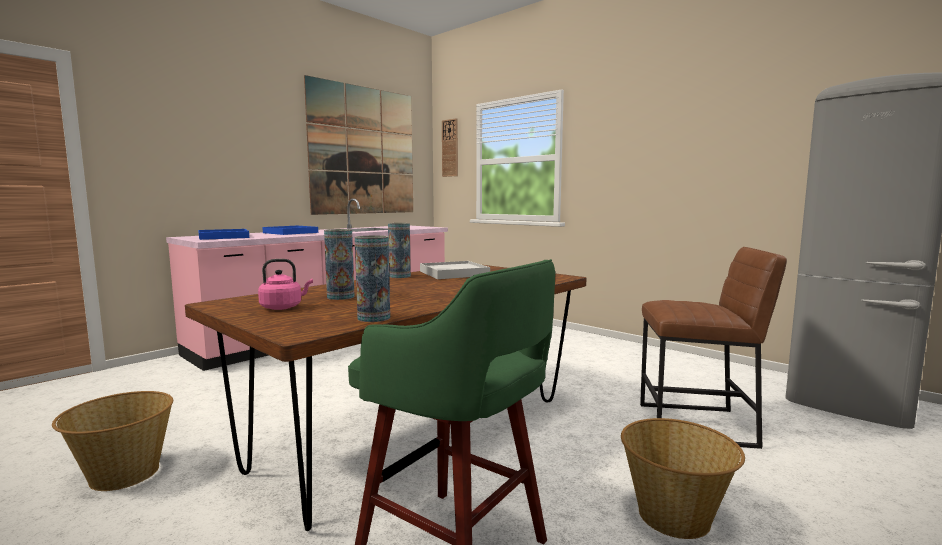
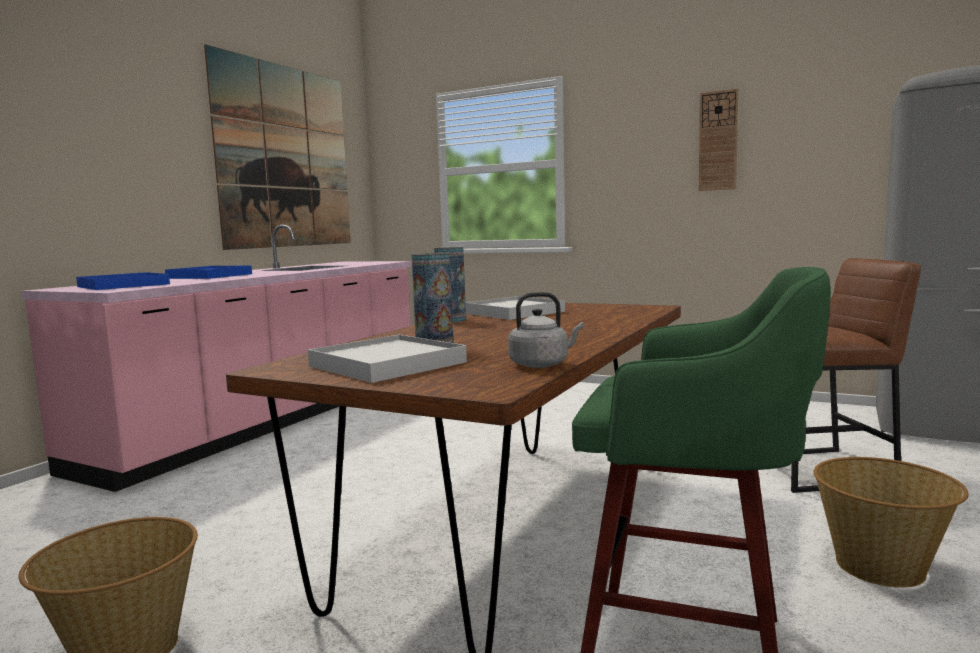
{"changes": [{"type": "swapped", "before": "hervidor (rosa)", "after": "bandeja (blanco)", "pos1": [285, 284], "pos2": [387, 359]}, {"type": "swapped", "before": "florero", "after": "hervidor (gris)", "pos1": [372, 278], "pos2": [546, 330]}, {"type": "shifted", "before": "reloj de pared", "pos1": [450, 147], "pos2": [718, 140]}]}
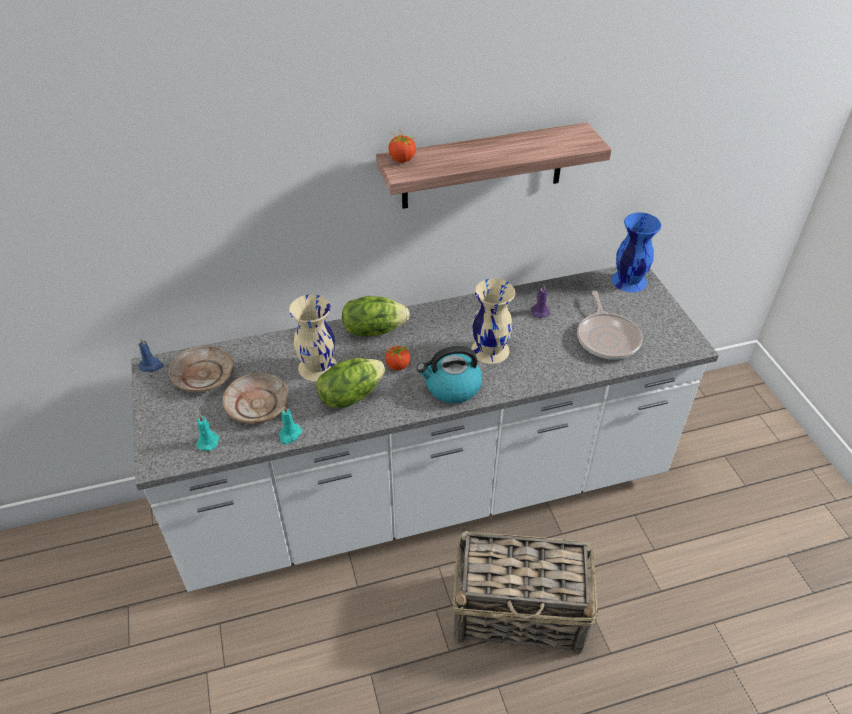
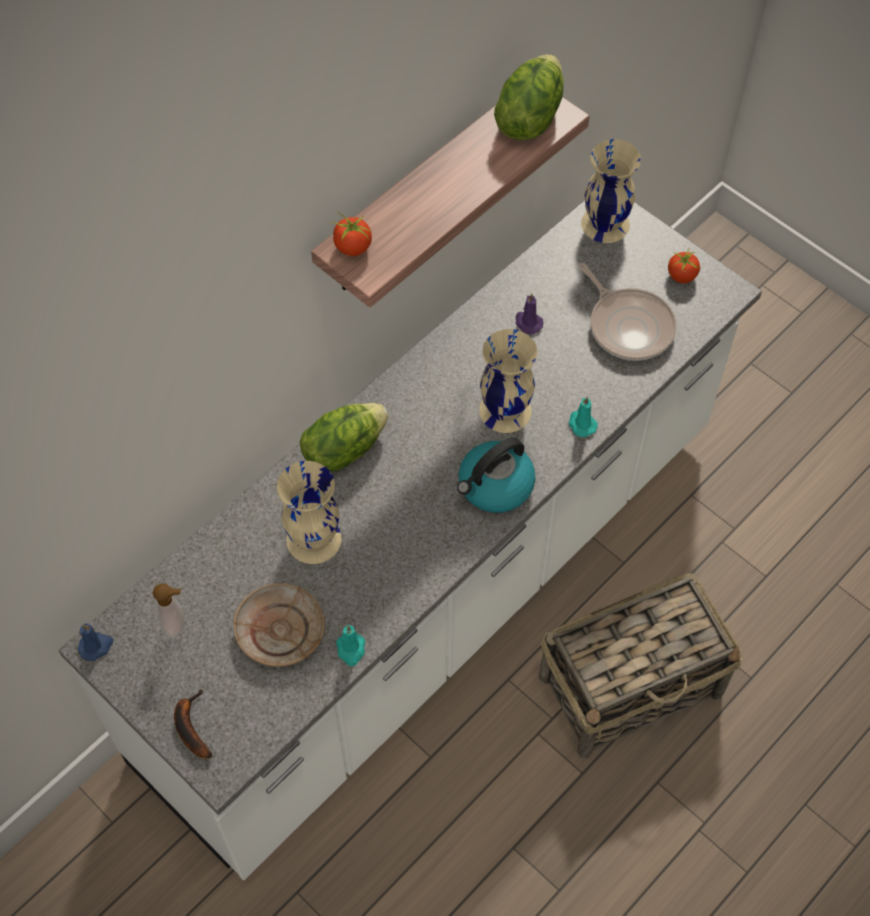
{"changes": [{"type": "swapped", "before": "plato (beis)", "after": "dispensador de jabón", "pos1": [201, 369], "pos2": [169, 611]}, {"type": "shifted", "before": "vela (turquesa)", "pos1": [207, 433], "pos2": [583, 417]}, {"type": "shifted", "before": "lechuga", "pos1": [350, 383], "pos2": [528, 97]}, {"type": "shifted", "before": "tomate", "pos1": [397, 357], "pos2": [684, 266]}, {"type": "repainted", "before": "florero (azul)", "after": "florero (beis)", "pos1": [636, 252], "pos2": [611, 191]}, {"type": "new", "after": "plátano", "pos2": [193, 724]}]}
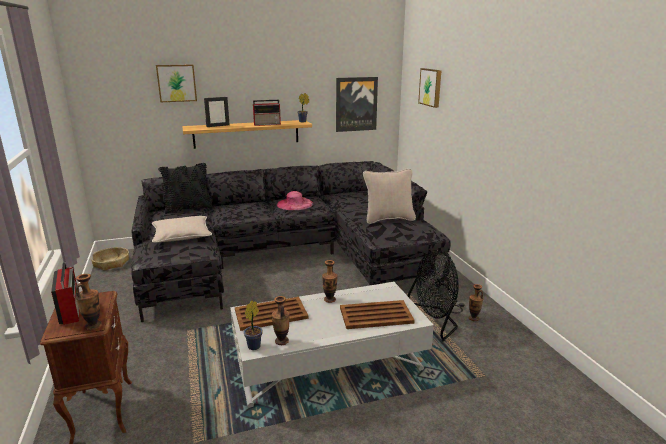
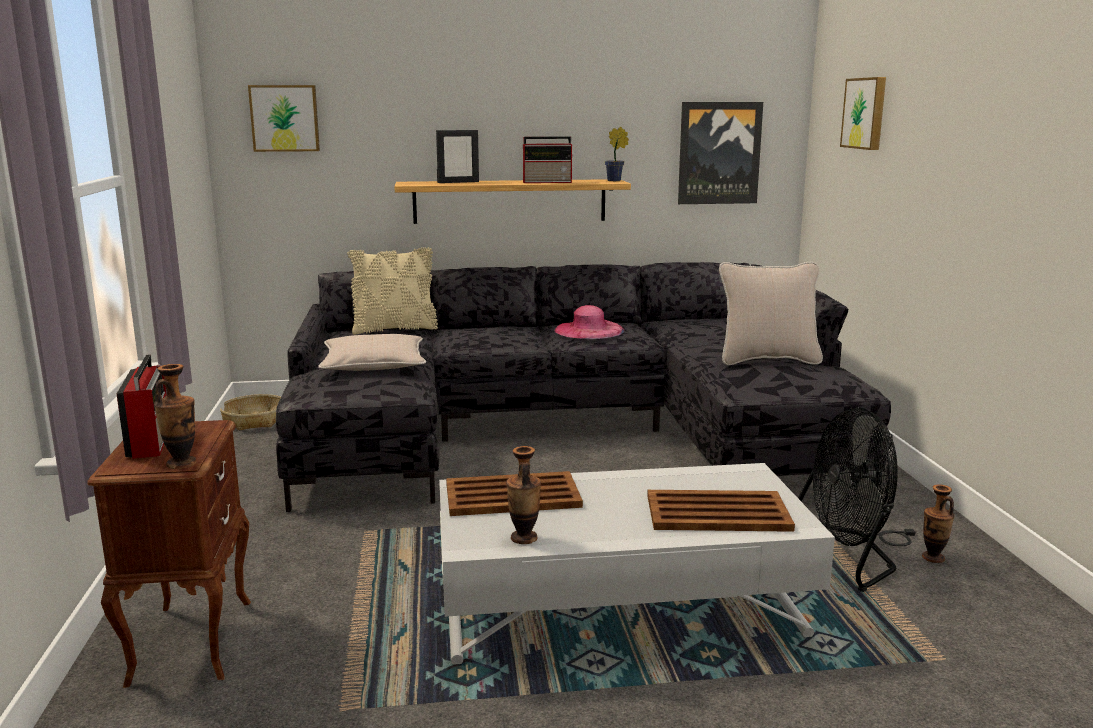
{"changes": [{"type": "shifted", "before": "cuadro", "pos1": [176, 83], "pos2": [284, 118]}, {"type": "repainted", "before": "cojín (negro)", "after": "cojín (beis)", "pos1": [185, 188], "pos2": [392, 291]}, {"type": "gone", "before": "planta en maceta", "pos1": [253, 325]}, {"type": "gone", "before": "florero", "pos1": [330, 281]}]}
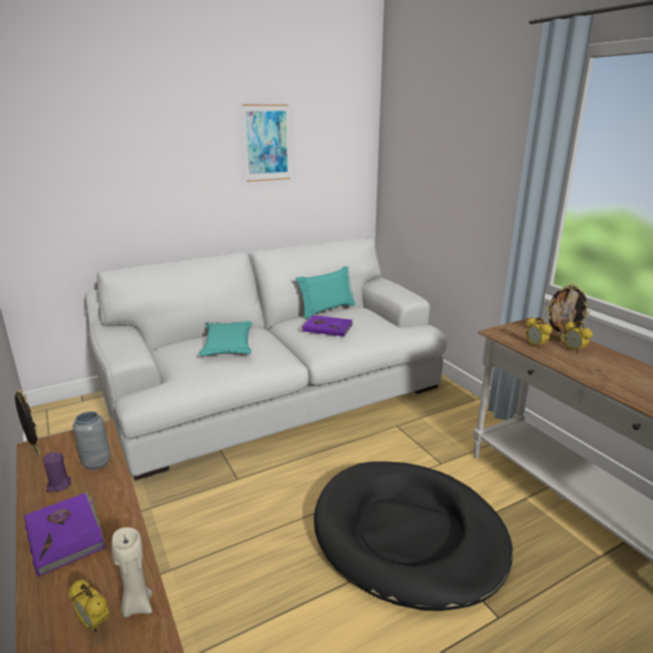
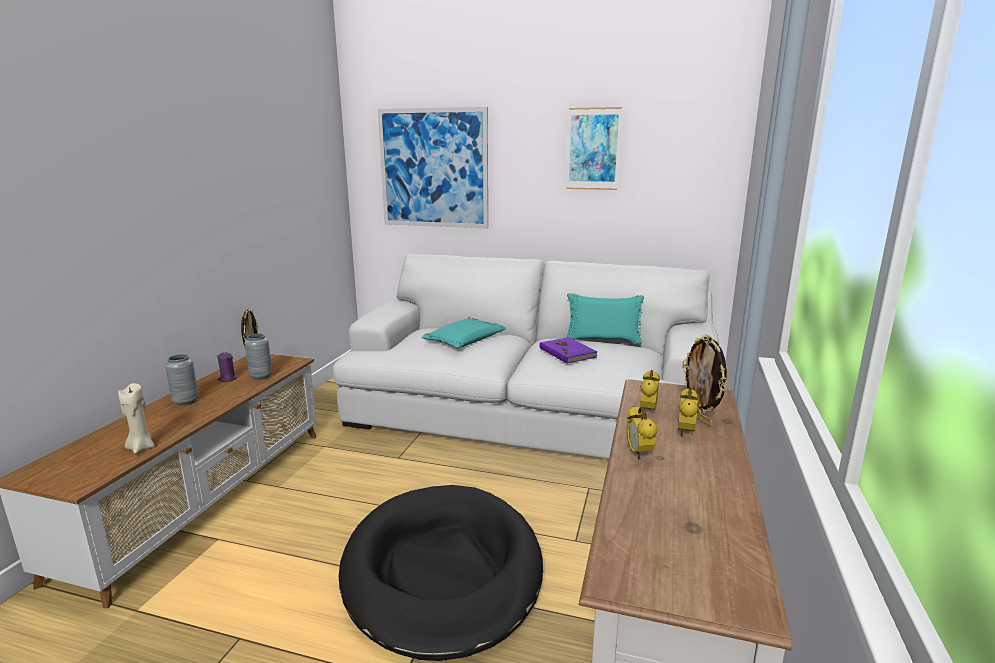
{"changes": [{"type": "swapped", "before": "libro (morado)", "after": "florero (gris)", "pos1": [65, 534], "pos2": [182, 380]}, {"type": "shifted", "before": "despertador", "pos1": [89, 606], "pos2": [641, 432]}, {"type": "new", "after": "cuadro", "pos2": [433, 168]}]}
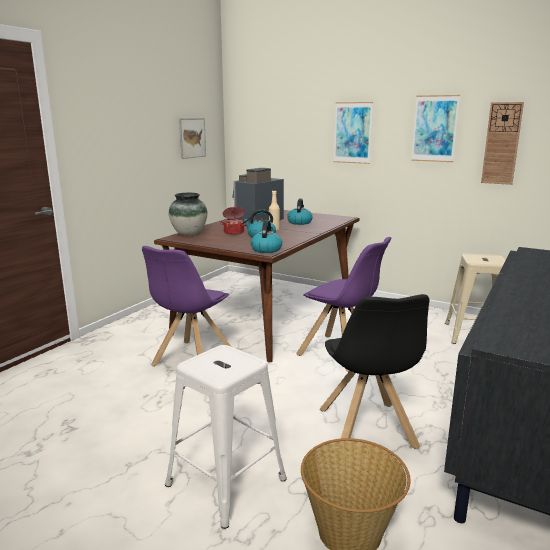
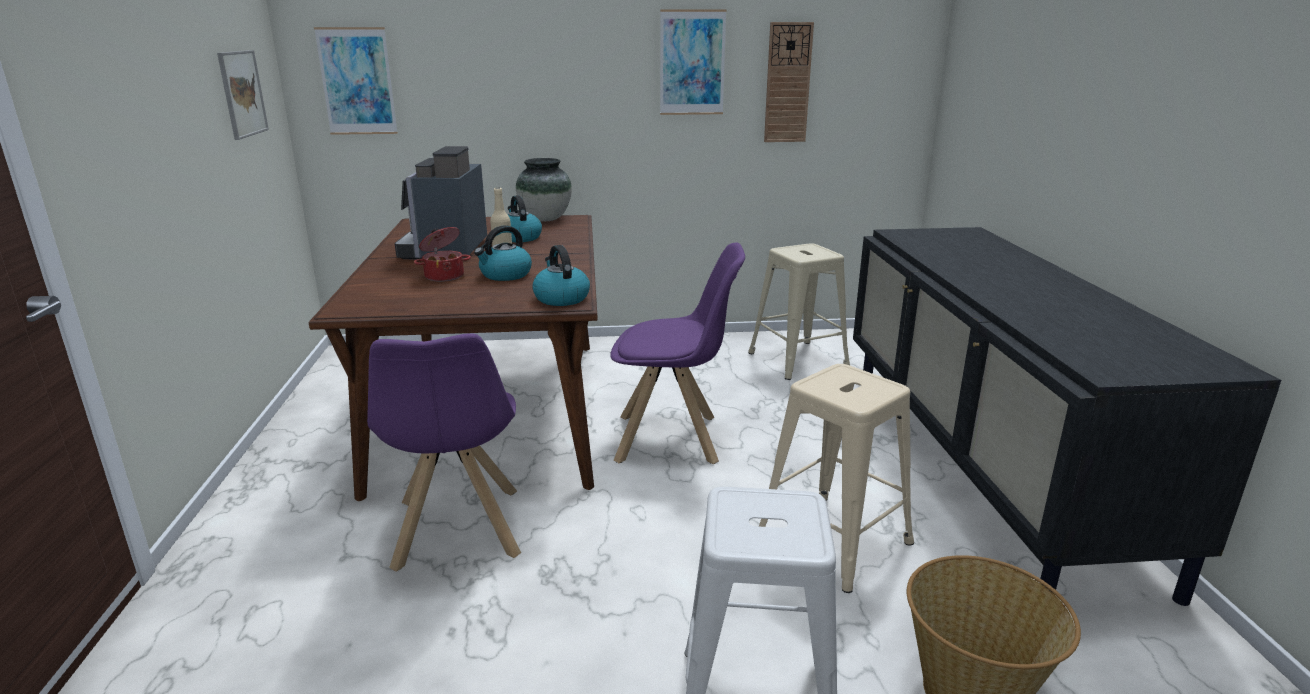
{"changes": [{"type": "shifted", "before": "florero", "pos1": [188, 214], "pos2": [544, 189]}, {"type": "swapped", "before": "silla (negro)", "after": "taburete (beis)", "pos1": [374, 371], "pos2": [836, 478]}, {"type": "shifted", "before": "cuadro", "pos1": [353, 133], "pos2": [356, 81]}]}
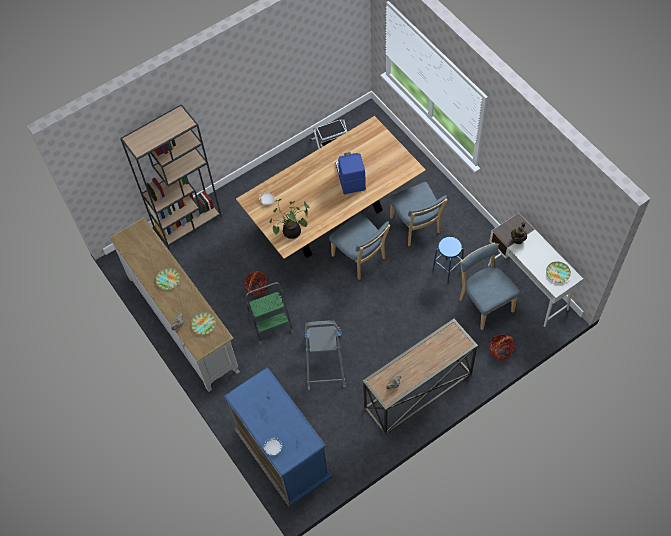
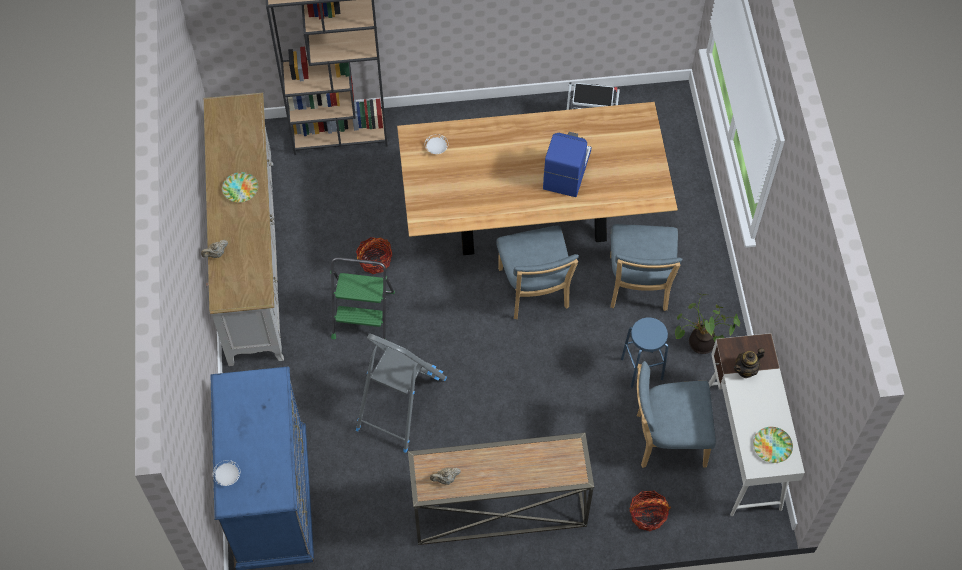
{"changes": [{"type": "gone", "before": "plato", "pos1": [203, 323]}, {"type": "shifted", "before": "planta en maceta", "pos1": [290, 219], "pos2": [707, 324]}, {"type": "rotated", "before": "silla (azul)", "pos1": [489, 286], "pos2": [676, 414], "turn": -90}]}
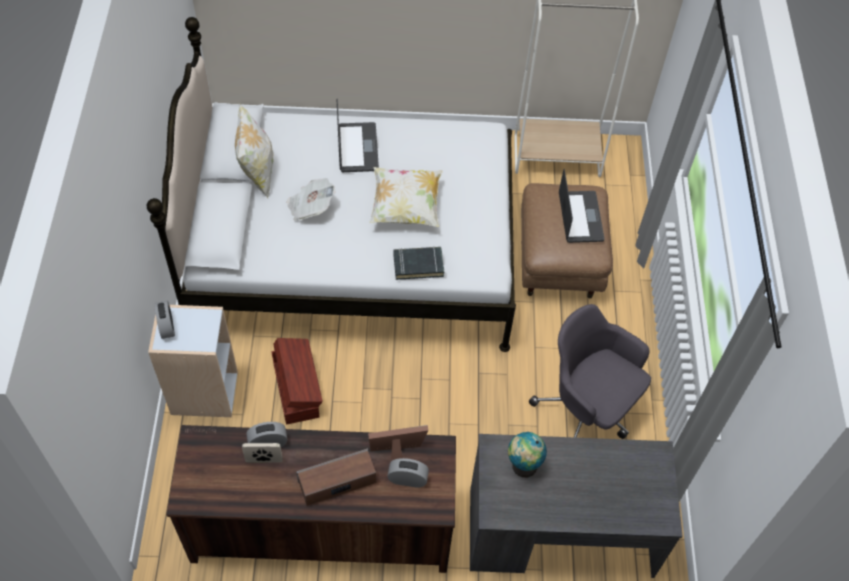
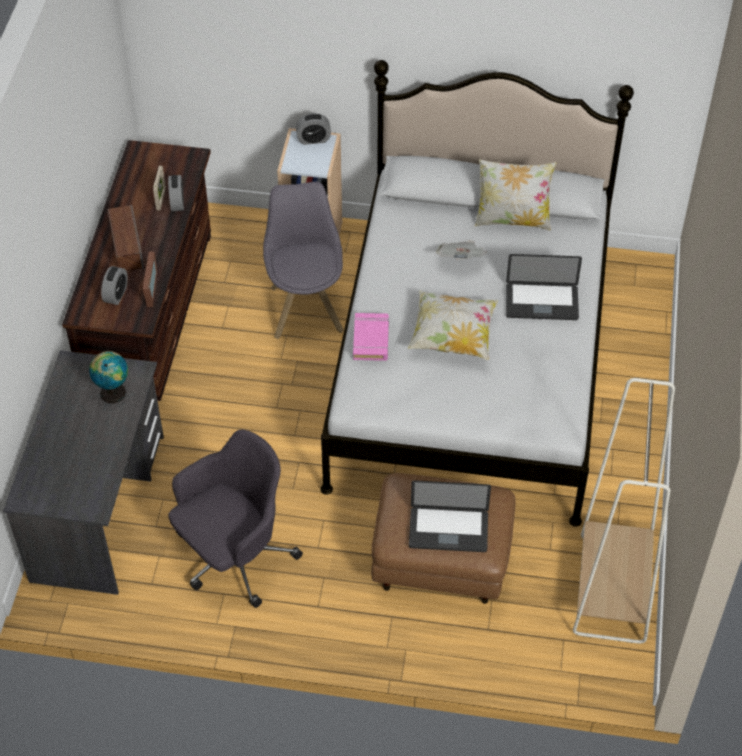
{"changes": [{"type": "swapped", "before": "caja de almacenaje (marrón)", "after": "silla (gris)", "pos1": [297, 381], "pos2": [303, 260]}, {"type": "repainted", "before": "libro (negro)", "after": "libro (rosa)", "pos1": [418, 263], "pos2": [371, 337]}]}
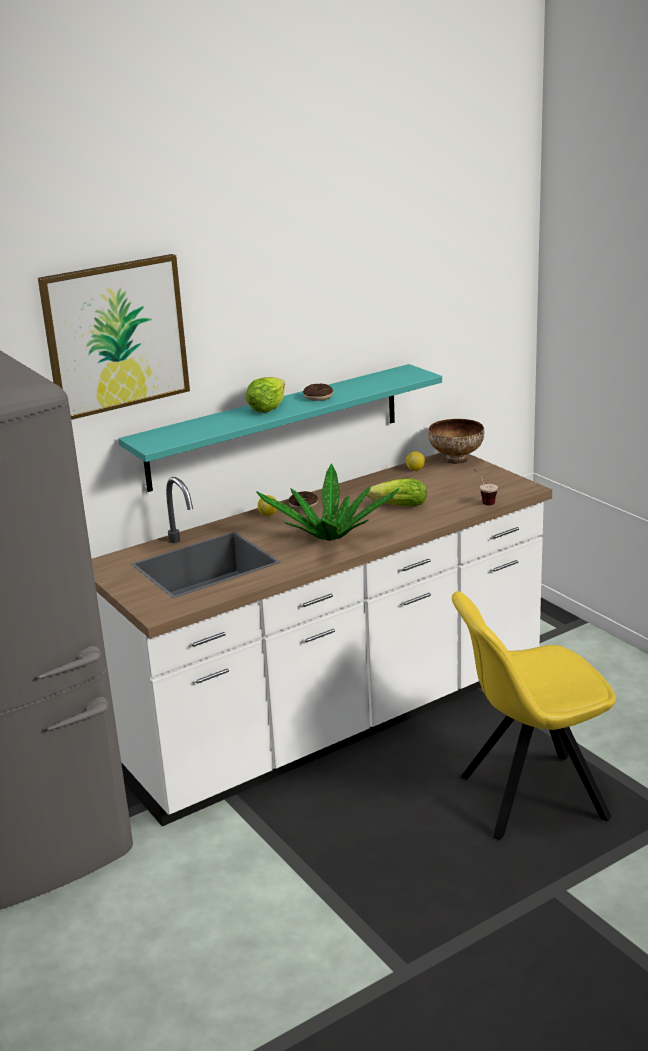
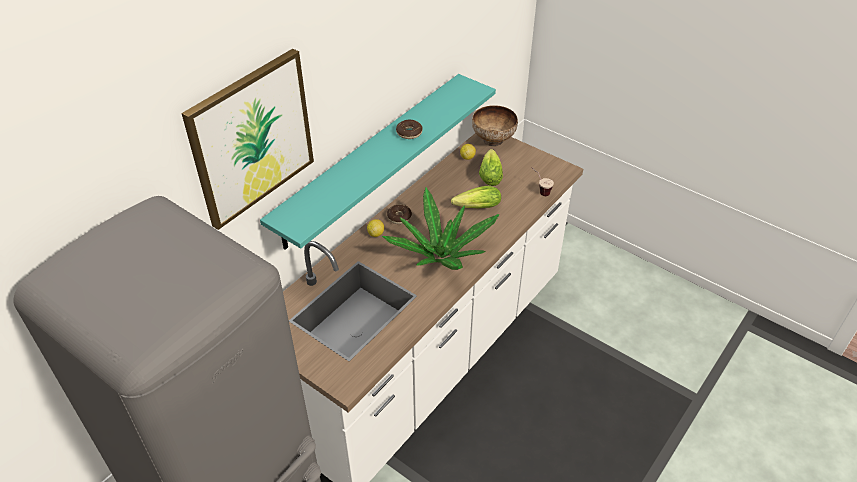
{"changes": [{"type": "shifted", "before": "lechuga", "pos1": [265, 395], "pos2": [491, 167]}, {"type": "gone", "before": "silla (amarillo)", "pos1": [534, 715]}]}
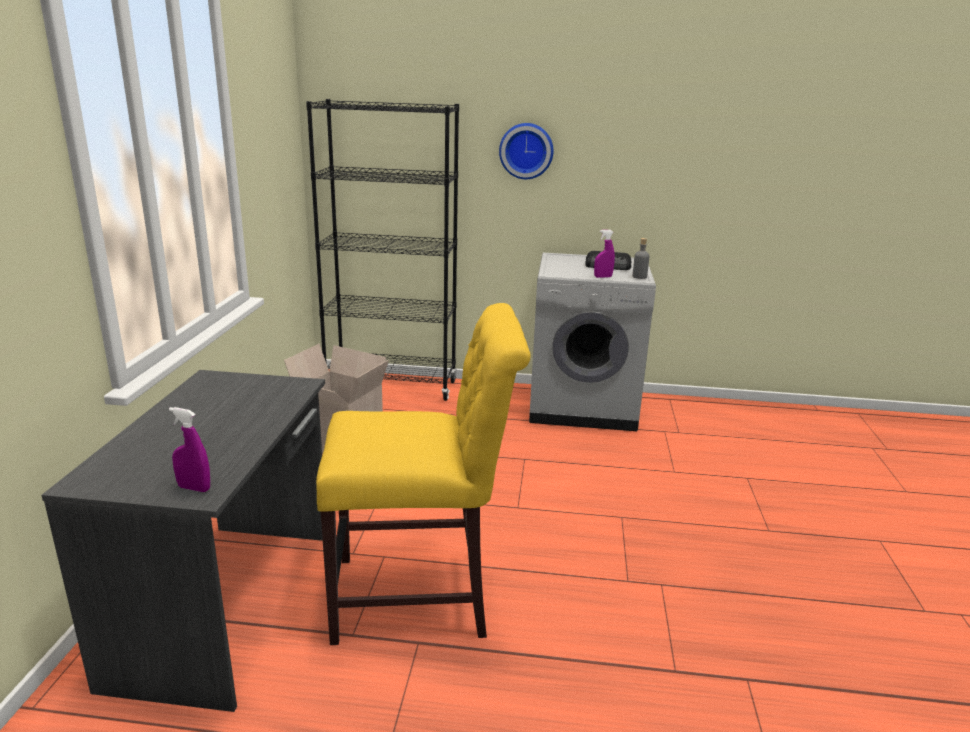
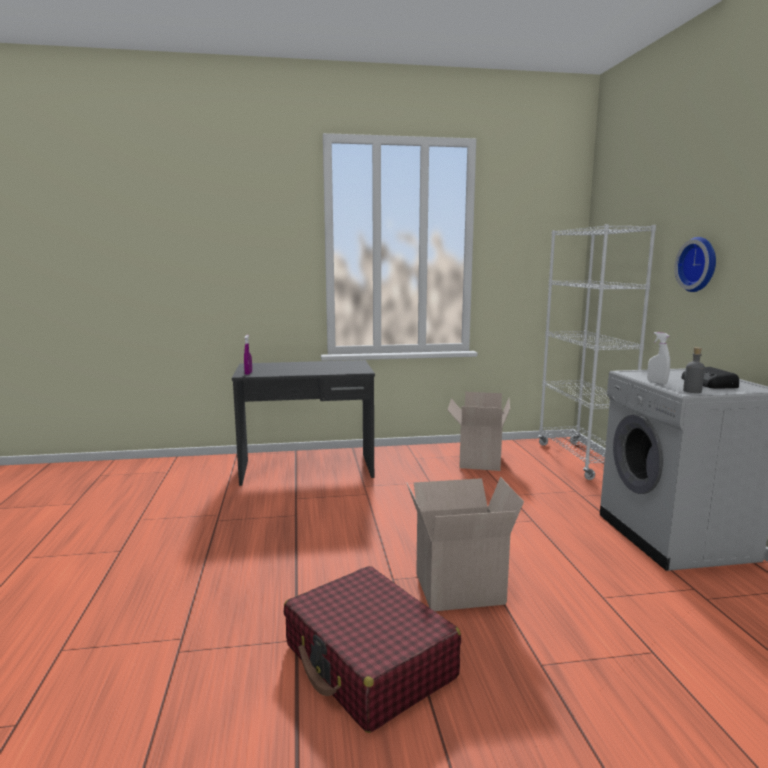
{"changes": [{"type": "repainted", "before": "estantería (negro)", "after": "estantería (blanco)", "pos1": [382, 250], "pos2": [597, 352]}, {"type": "gone", "before": "silla (amarillo)", "pos1": [423, 474]}, {"type": "repainted", "before": "pulverizador (morado)", "after": "pulverizador (blanco)", "pos1": [604, 254], "pos2": [658, 358]}, {"type": "new", "after": "maleta (rojo)", "pos2": [372, 649]}, {"type": "new", "after": "caja de cartón", "pos2": [465, 544]}]}
